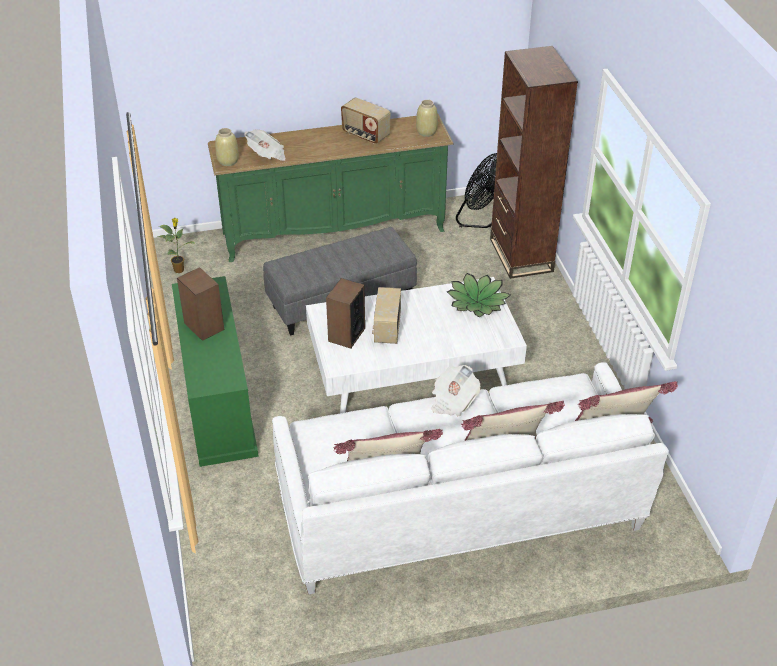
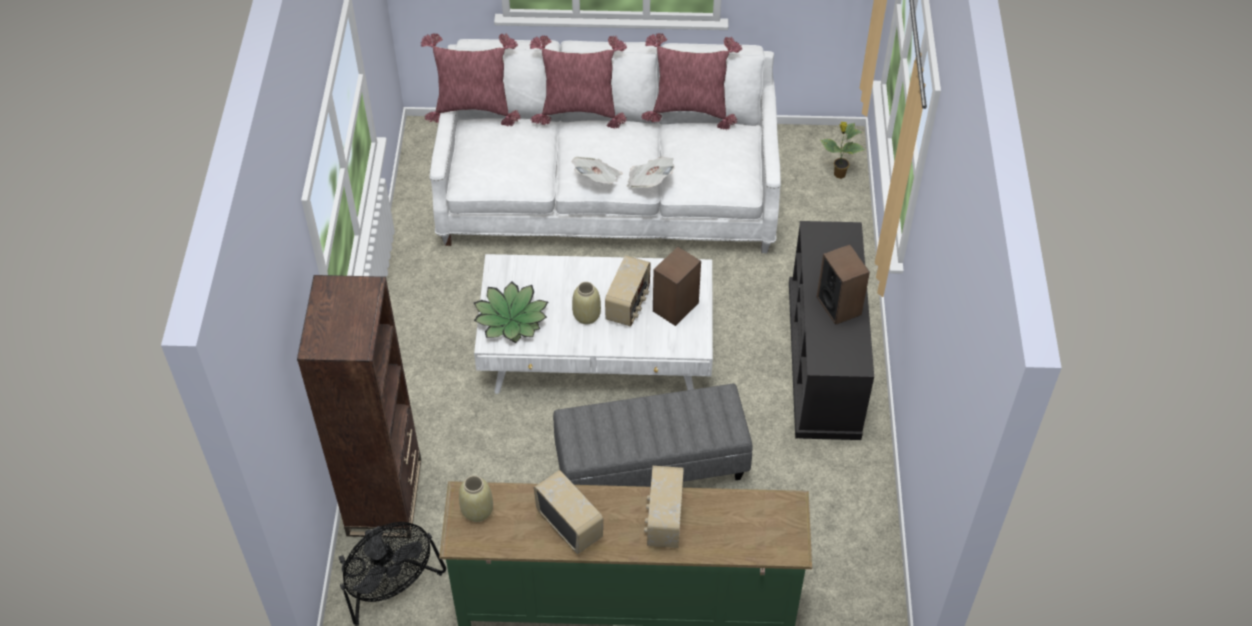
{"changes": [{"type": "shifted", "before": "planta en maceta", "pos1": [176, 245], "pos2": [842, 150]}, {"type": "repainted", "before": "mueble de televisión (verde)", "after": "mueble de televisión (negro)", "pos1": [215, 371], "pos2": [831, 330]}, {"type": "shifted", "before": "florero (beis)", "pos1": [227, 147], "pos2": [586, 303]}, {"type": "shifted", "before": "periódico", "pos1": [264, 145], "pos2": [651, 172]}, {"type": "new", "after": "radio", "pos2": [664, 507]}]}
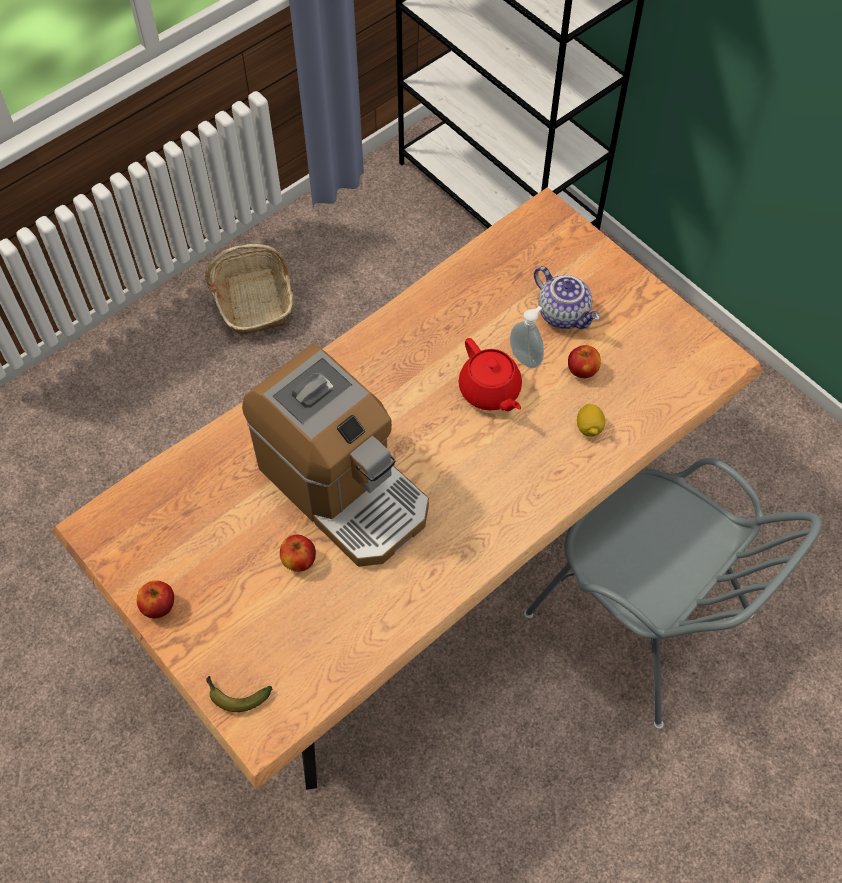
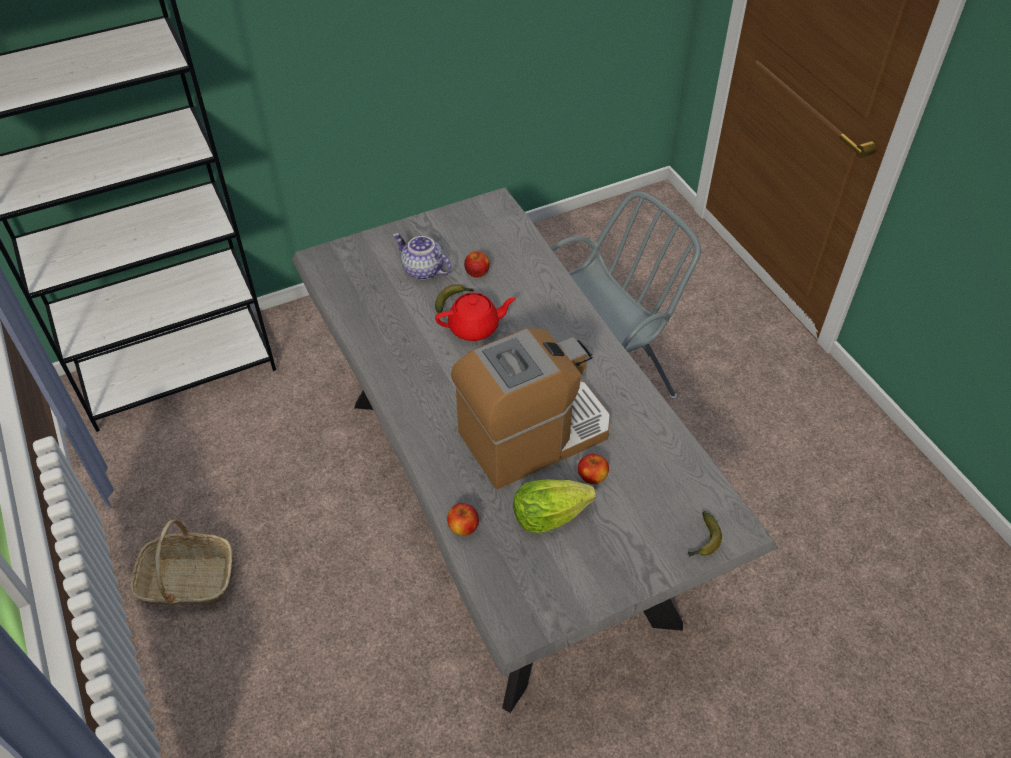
{"changes": [{"type": "repainted", "before": "mesa de comedor (marrón)", "after": "mesa de comedor (gris)", "pos1": [407, 488], "pos2": [535, 450]}, {"type": "shifted", "before": "manzana", "pos1": [155, 599], "pos2": [463, 519]}, {"type": "swapped", "before": "dispensador de jabón", "after": "plátano", "pos1": [527, 337], "pos2": [454, 298]}, {"type": "rotated", "before": "tetera", "pos1": [567, 297], "pos2": [422, 256], "turn": -120}, {"type": "gone", "before": "limón", "pos1": [591, 420]}, {"type": "new", "after": "lechuga", "pos2": [554, 506]}]}
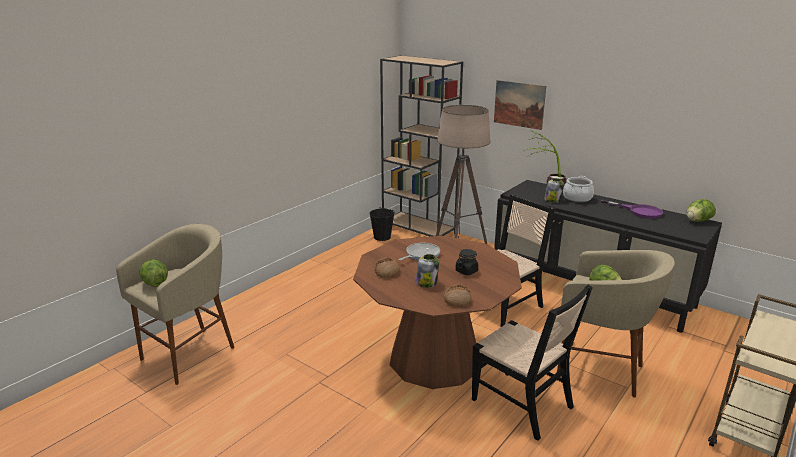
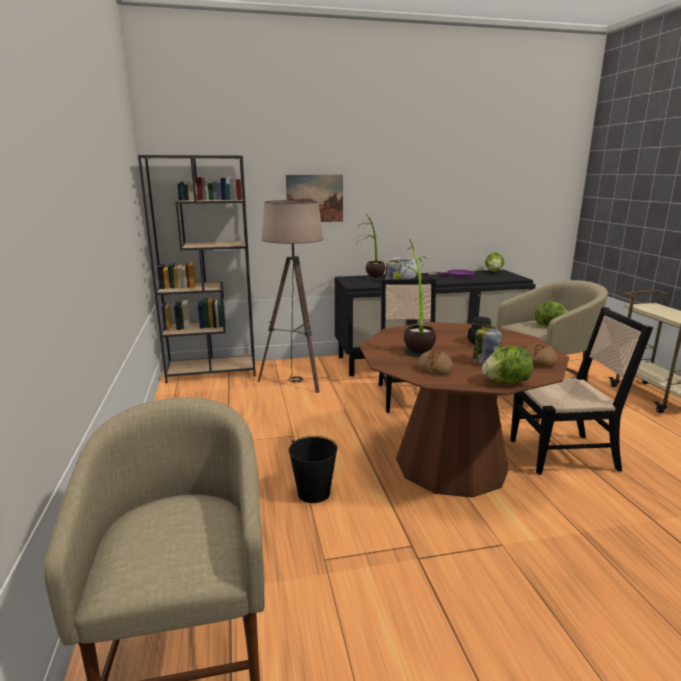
{"changes": [{"type": "shifted", "before": "lechuga", "pos1": [153, 273], "pos2": [507, 364]}, {"type": "shifted", "before": "cubo (negro)", "pos1": [382, 224], "pos2": [313, 469]}, {"type": "swapped", "before": "sartén", "after": "planta en maceta", "pos1": [419, 251], "pos2": [416, 298]}]}
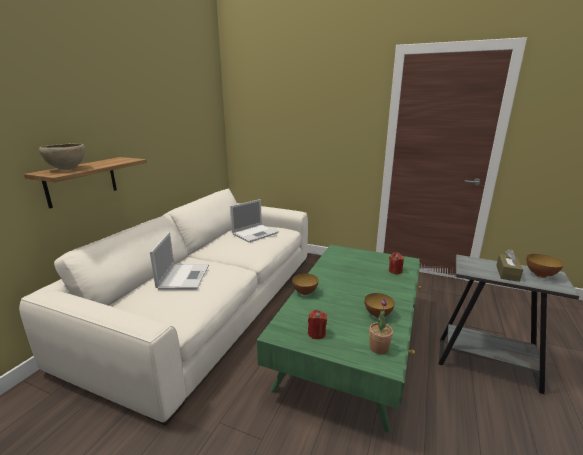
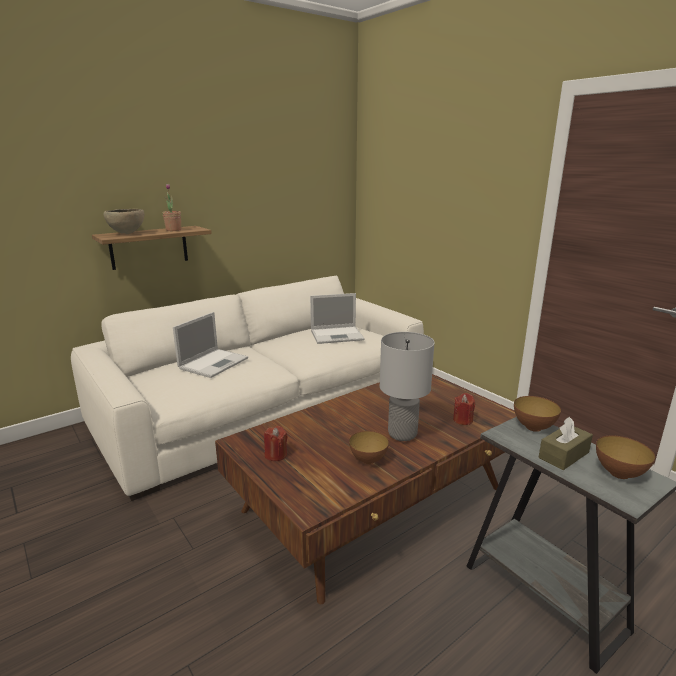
{"changes": [{"type": "repainted", "before": "mesa de centro (verde)", "after": "mesa de centro (marrón)", "pos1": [339, 338], "pos2": [366, 489]}, {"type": "shifted", "before": "cuenco", "pos1": [305, 284], "pos2": [537, 414]}, {"type": "shifted", "before": "planta en maceta", "pos1": [381, 326], "pos2": [171, 207]}, {"type": "new", "after": "lámpara de mesa (gris)", "pos2": [407, 386]}]}
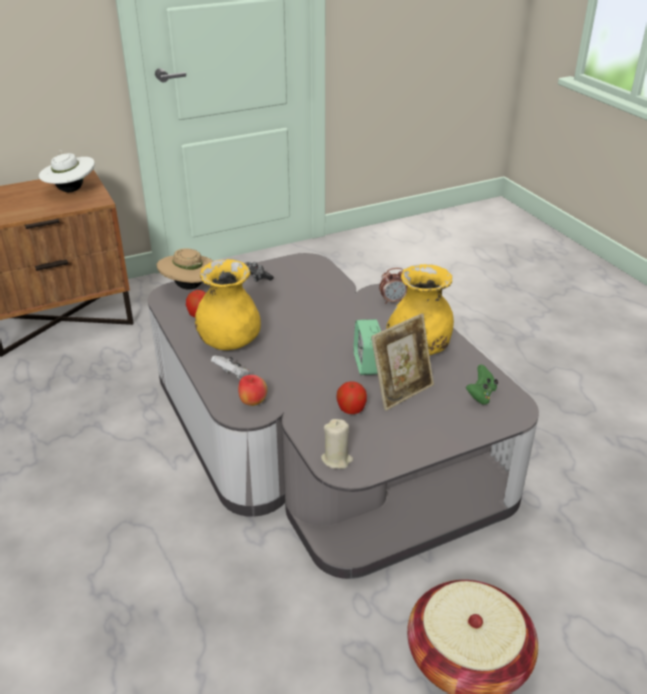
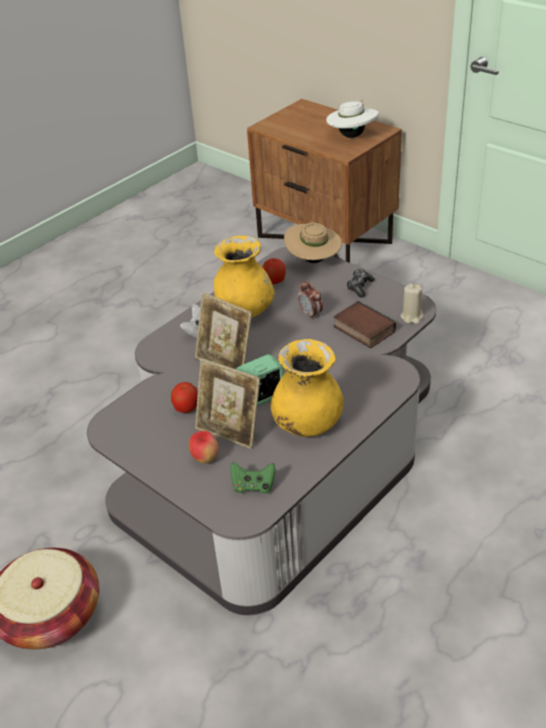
{"changes": [{"type": "shifted", "before": "manzana", "pos1": [253, 390], "pos2": [204, 447]}, {"type": "shifted", "before": "vela (beis)", "pos1": [337, 444], "pos2": [411, 304]}, {"type": "shifted", "before": "despertador", "pos1": [393, 286], "pos2": [310, 300]}, {"type": "new", "after": "portarretratos", "pos2": [223, 330]}, {"type": "new", "after": "libro", "pos2": [364, 324]}]}
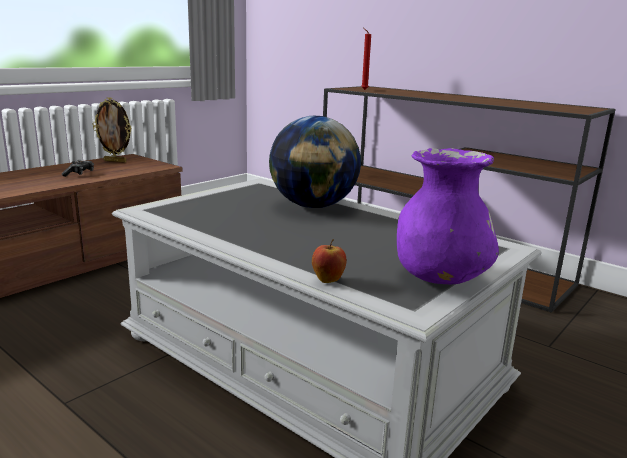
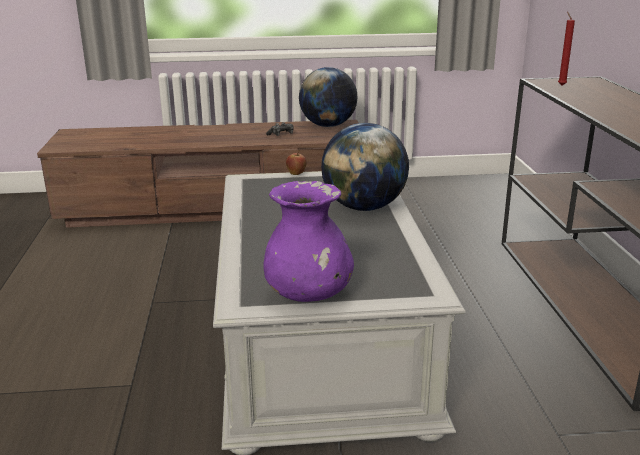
{"changes": [{"type": "swapped", "before": "portarretratos", "after": "globo terráqueo", "pos1": [112, 130], "pos2": [328, 97]}, {"type": "shifted", "before": "manzana", "pos1": [329, 261], "pos2": [296, 163]}]}
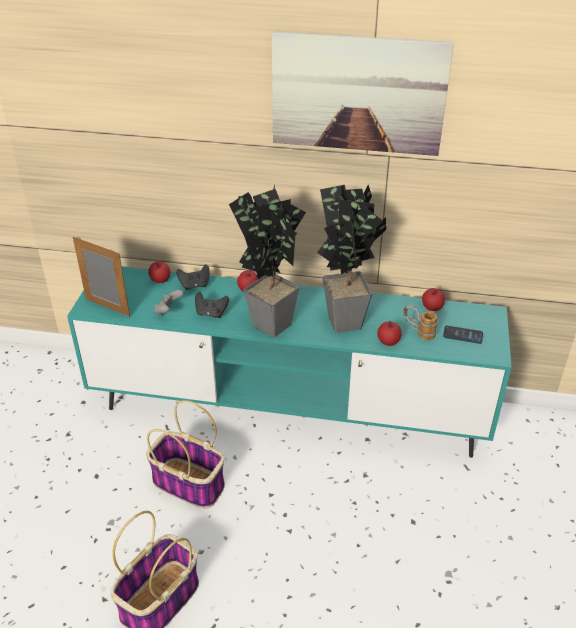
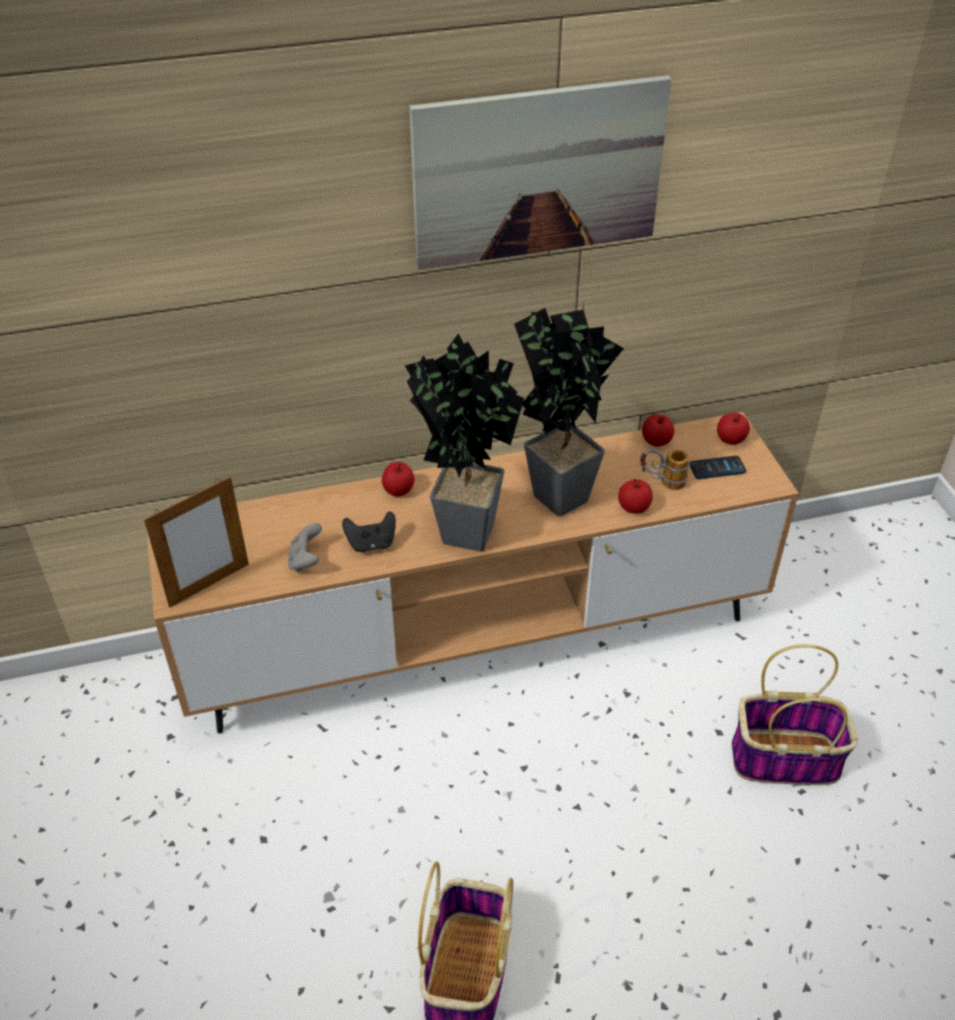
{"changes": [{"type": "repainted", "before": "mueble de televisión (turquesa)", "after": "mueble de televisión (marrón)", "pos1": [289, 362], "pos2": [473, 572]}, {"type": "rotated", "before": "portarretratos", "pos1": [101, 277], "pos2": [196, 542], "turn": 135}, {"type": "shifted", "before": "cesta", "pos1": [185, 454], "pos2": [795, 714]}, {"type": "shifted", "before": "manzana", "pos1": [159, 272], "pos2": [733, 429]}, {"type": "gone", "before": "mando de consola (negro)", "pos1": [193, 277]}]}
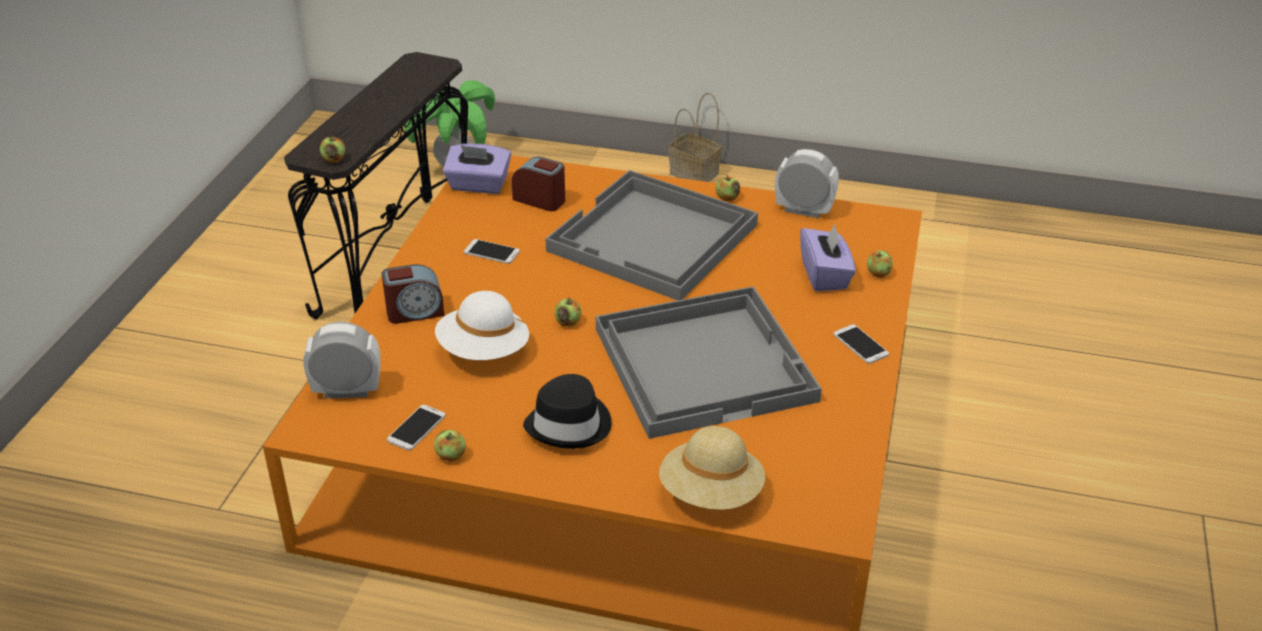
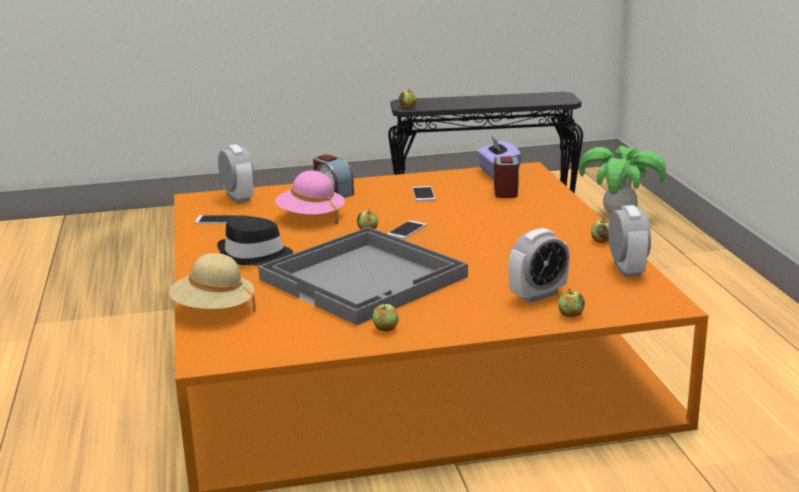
{"changes": [{"type": "shifted", "before": "manzana", "pos1": [450, 445], "pos2": [386, 317]}, {"type": "repainted", "before": "sombrero (blanco)", "after": "sombrero (rosa)", "pos1": [482, 325], "pos2": [310, 197]}, {"type": "gone", "before": "bandeja (gris)", "pos1": [651, 235]}, {"type": "gone", "before": "cesta", "pos1": [695, 137]}, {"type": "swapped", "before": "caja de pañuelos (morado)", "after": "despertador", "pos1": [828, 257], "pos2": [539, 265]}, {"type": "shifted", "before": "móvil", "pos1": [861, 344], "pos2": [406, 229]}]}
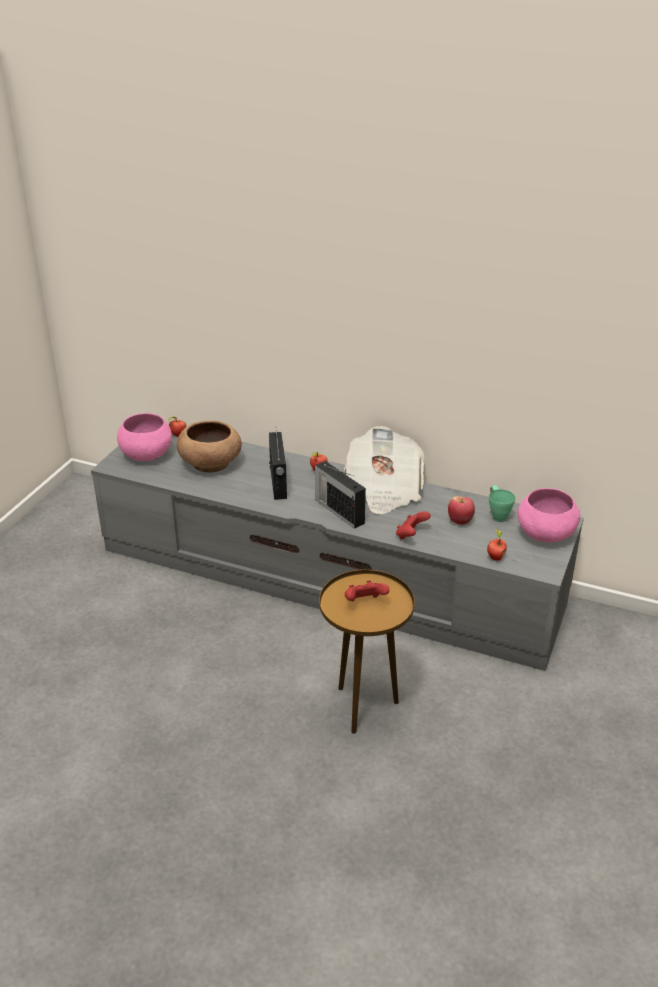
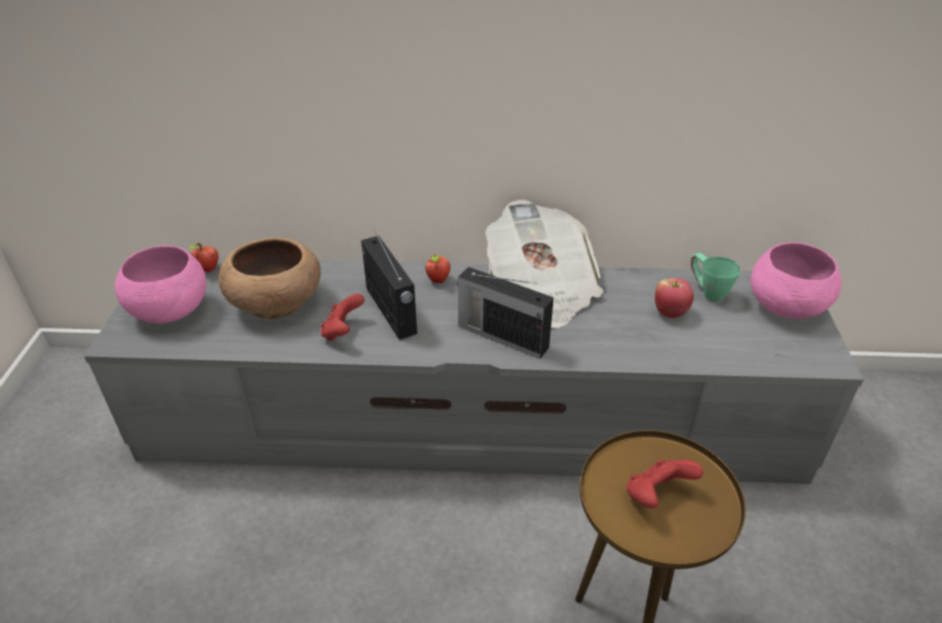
{"changes": [{"type": "shifted", "before": "mando de consola (rojo)", "pos1": [413, 525], "pos2": [342, 317]}, {"type": "gone", "before": "manzana", "pos1": [497, 545]}]}
